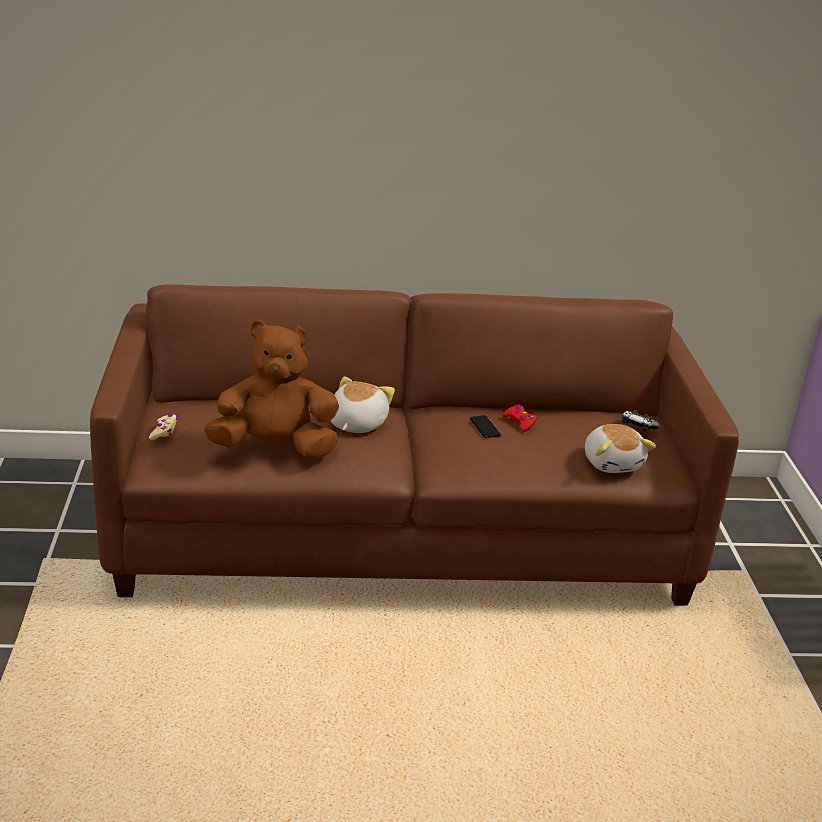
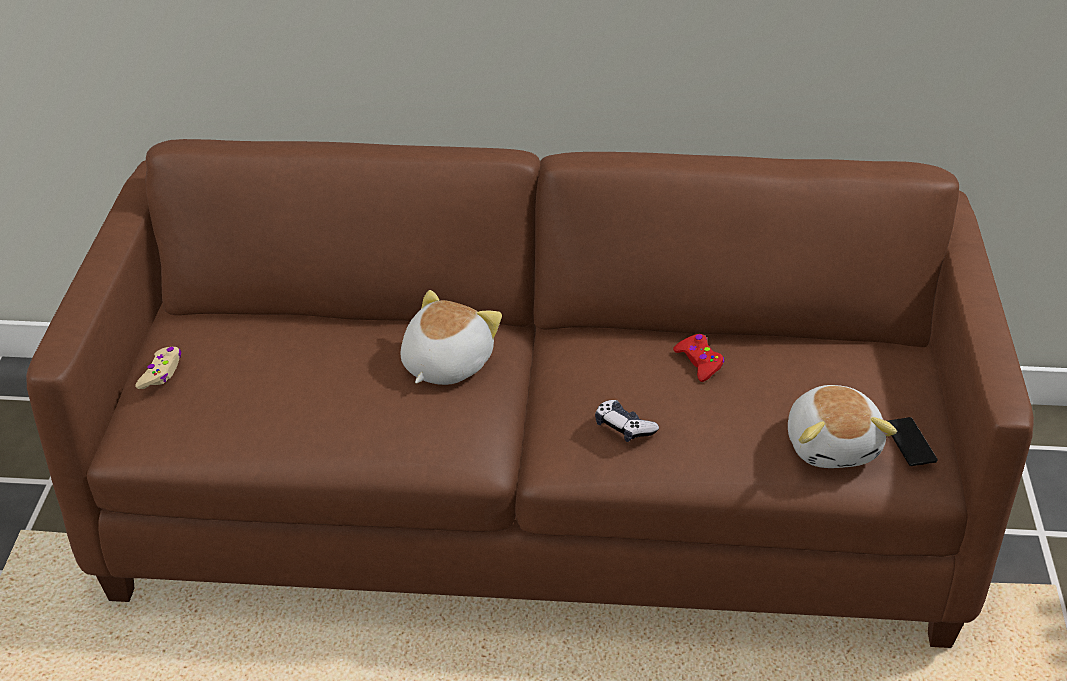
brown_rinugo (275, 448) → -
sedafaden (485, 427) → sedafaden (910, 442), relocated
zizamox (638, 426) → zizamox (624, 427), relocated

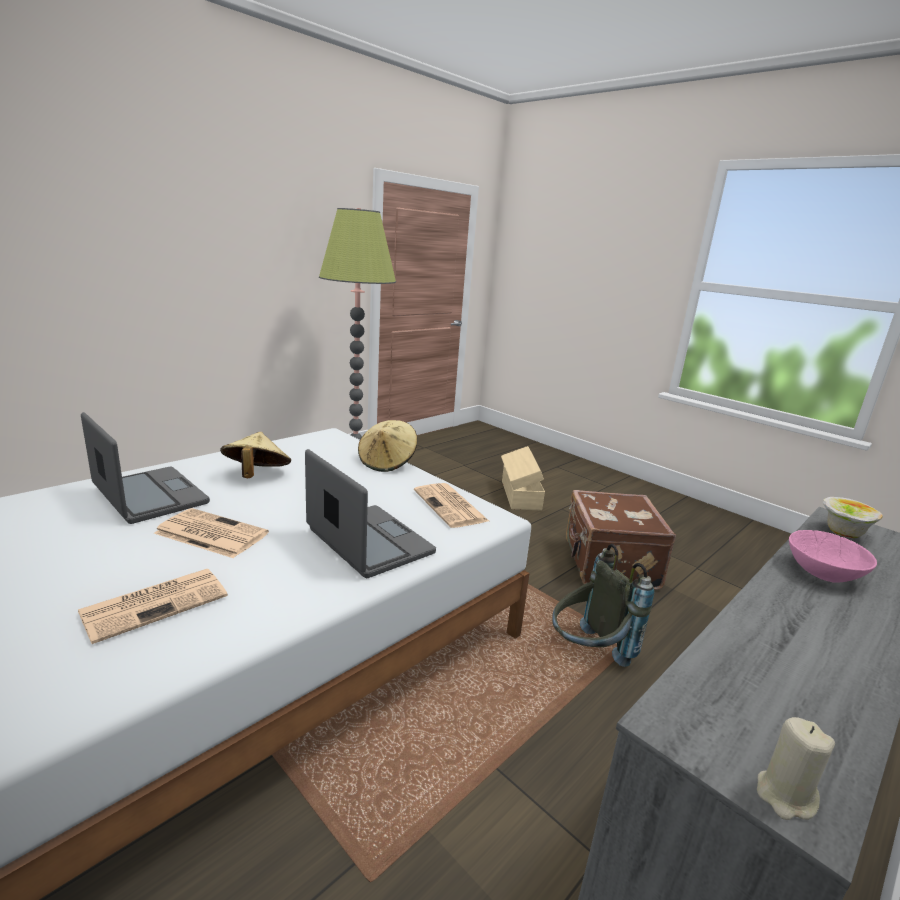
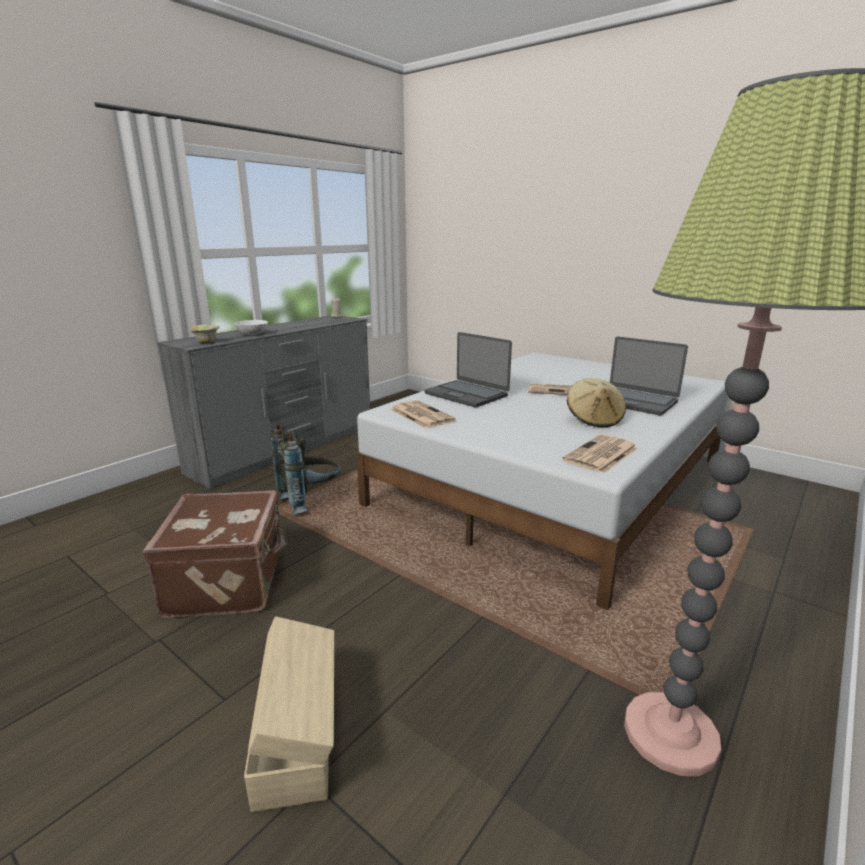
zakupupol (156, 603) → zakupupol (601, 455), relocated
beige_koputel (387, 462) → -
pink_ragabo (824, 572) → white_ragabo (252, 334)

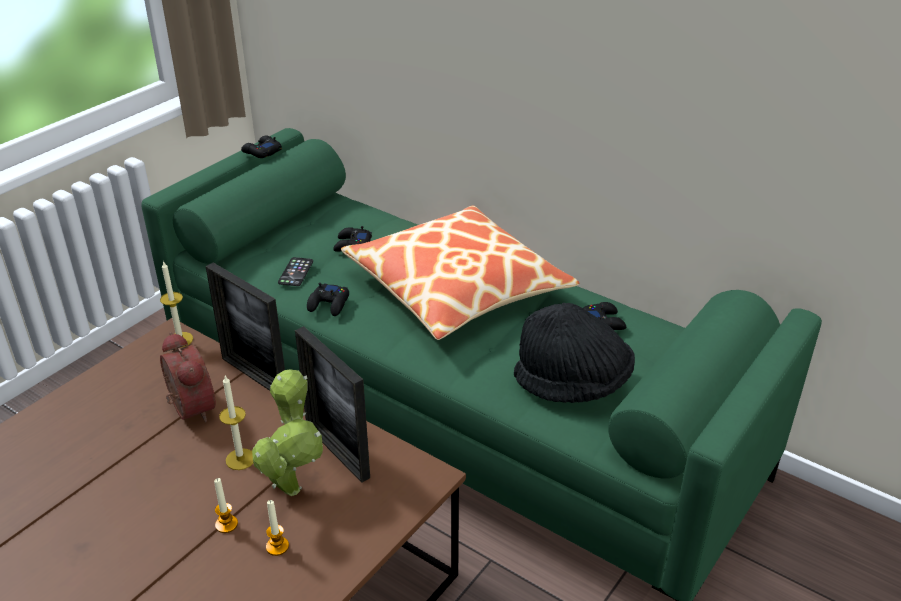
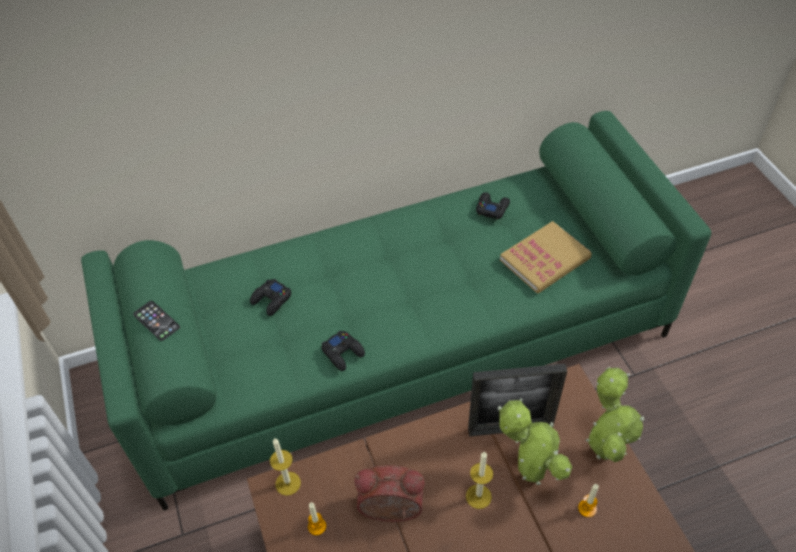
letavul (254, 375) → -
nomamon (226, 524) → nomamon (317, 526), relocated
black_zizamox (261, 152) → -
sedafaden (296, 272) → sedafaden (156, 321), relocated
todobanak (457, 288) → -
black_koputel (572, 384) → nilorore (545, 259)
- → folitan (603, 449)

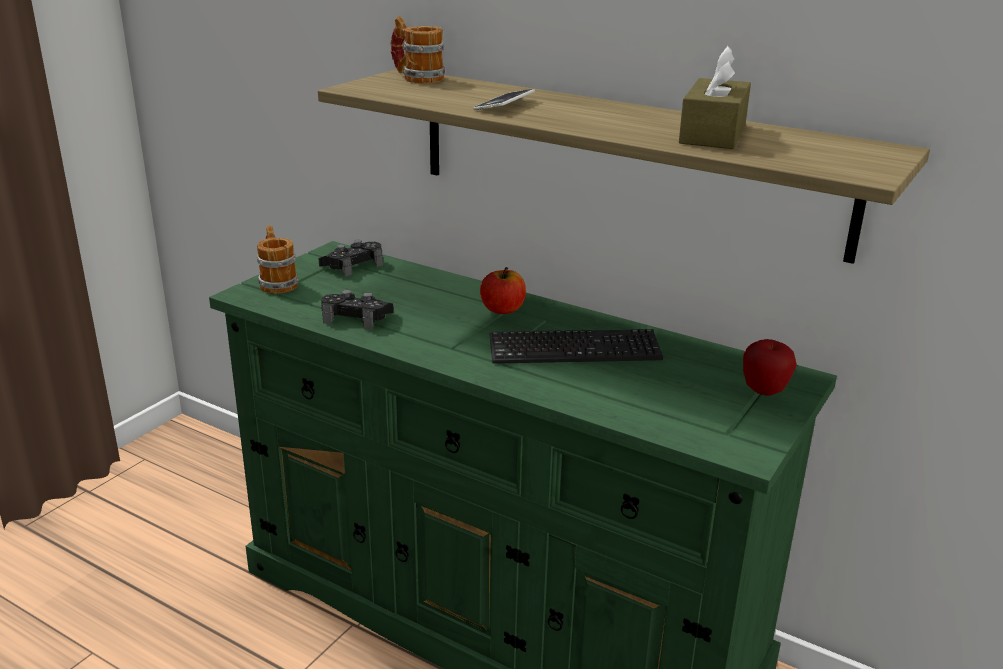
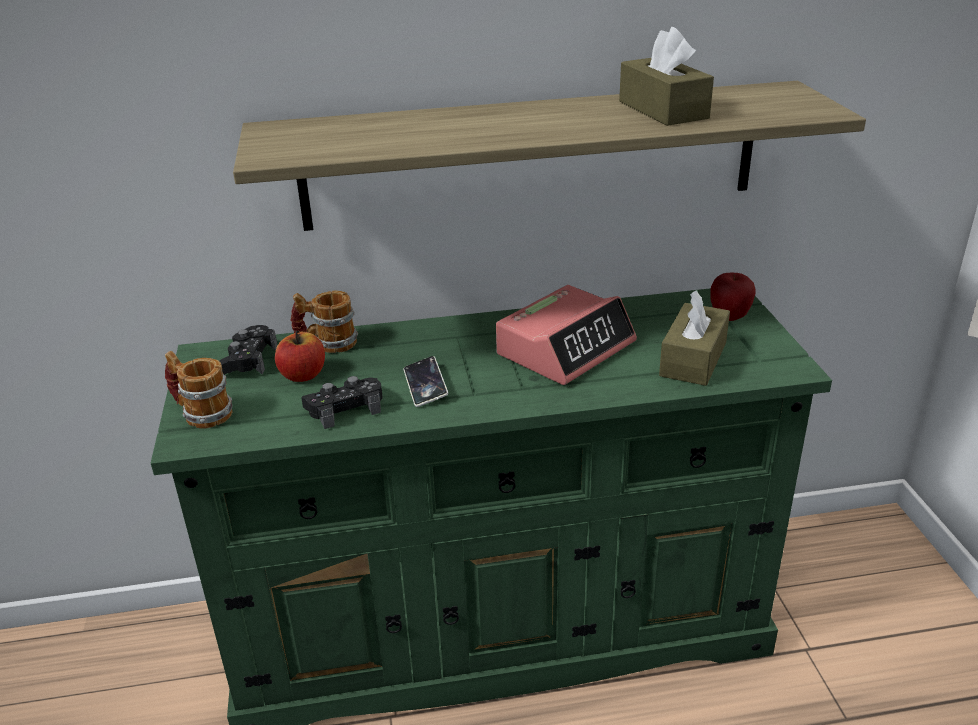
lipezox (417, 78) → lipezox (327, 343), relocated
sedafaden (504, 105) → sedafaden (425, 385), relocated
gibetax (502, 309) → gibetax (303, 375), relocated
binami (574, 350) → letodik (566, 348)
- → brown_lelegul (693, 359)

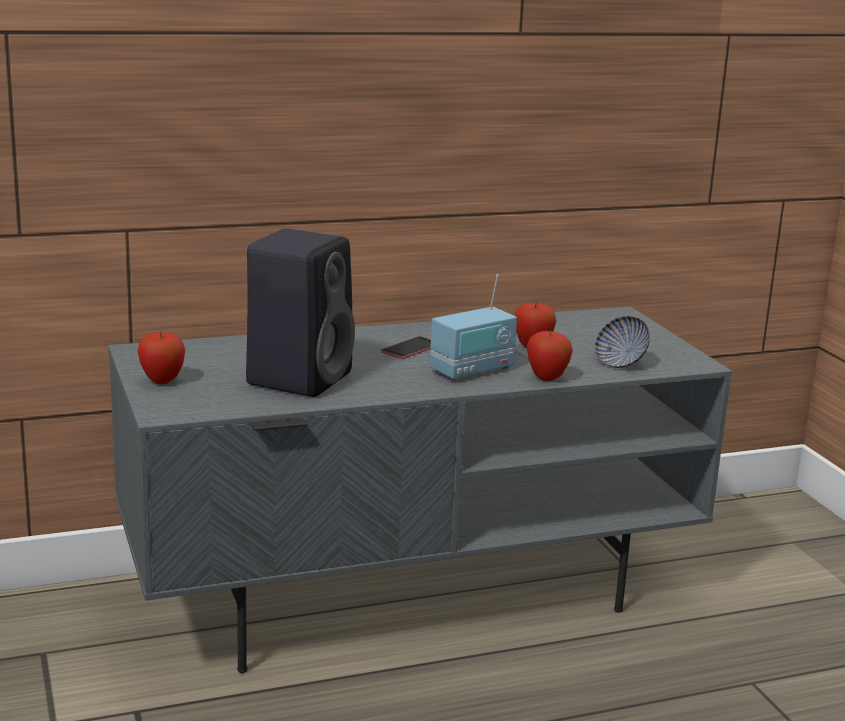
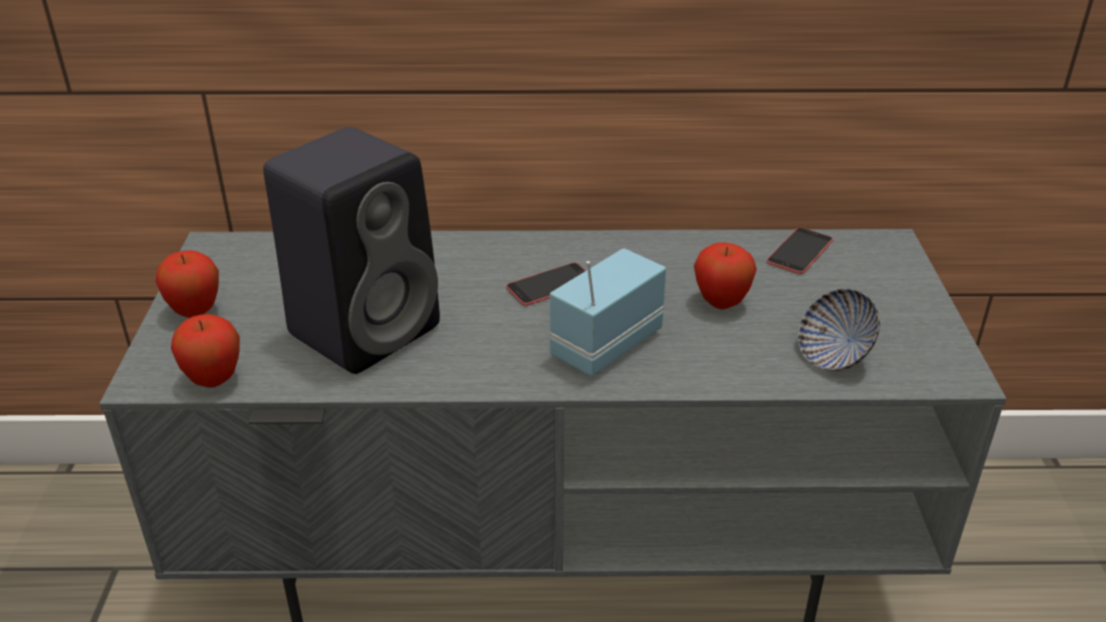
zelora (472, 371) → zelora (605, 345), 150 degrees clockwise
gibetax (547, 378) → gibetax (214, 380), relocated
- → sedafaden (799, 251)

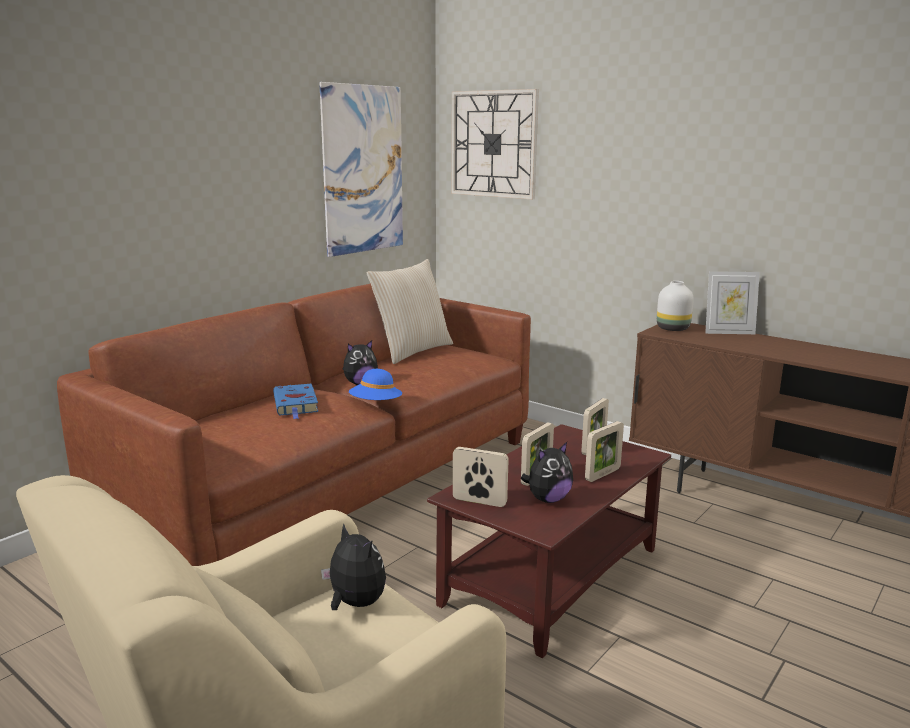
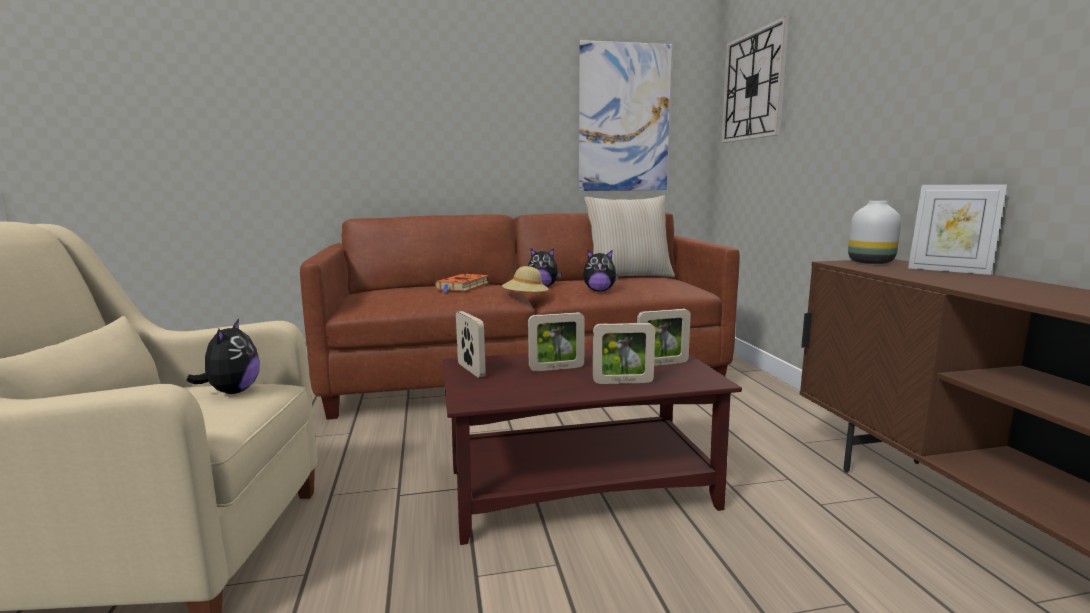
blue_nilorore (296, 404) → orange_nilorore (462, 286)
blue_koputel (376, 405) → beige_koputel (525, 299)
rinugo (547, 499) → rinugo (599, 291), relocated

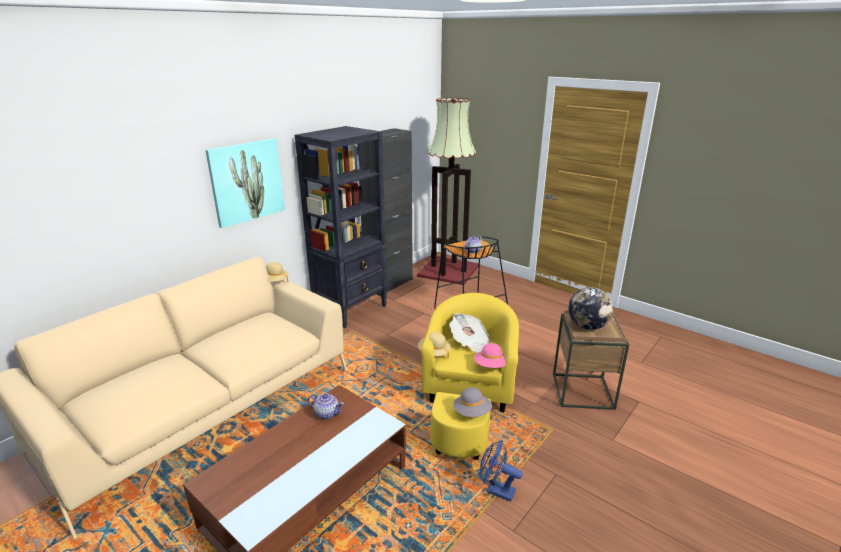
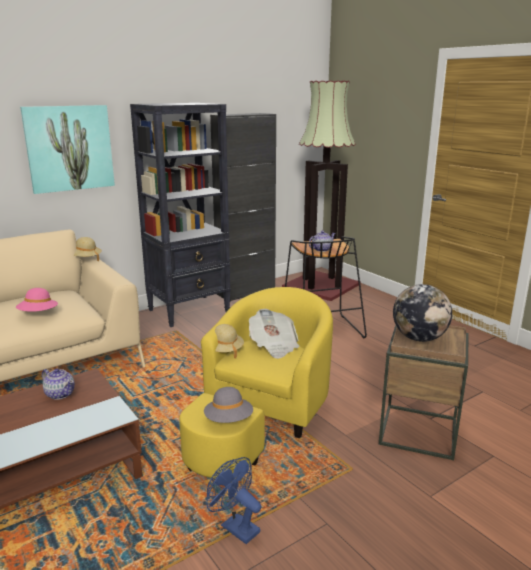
pink_koputel (491, 366) → pink_koputel (38, 314), relocated

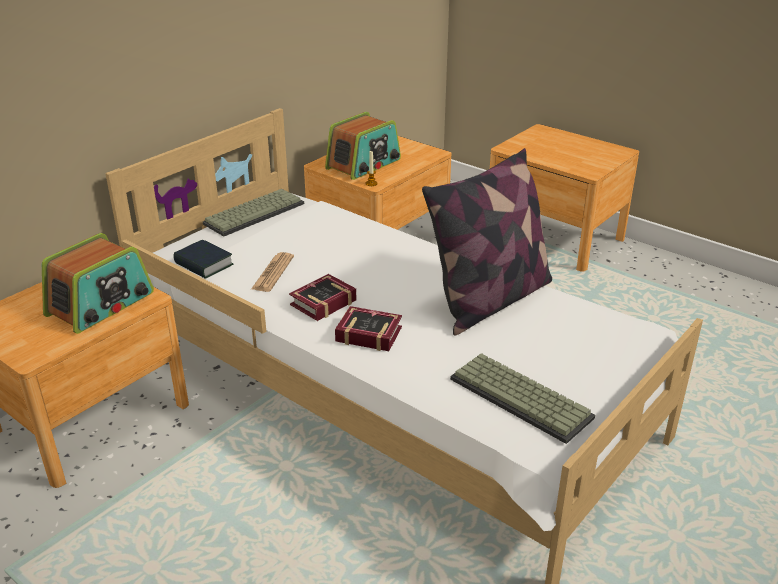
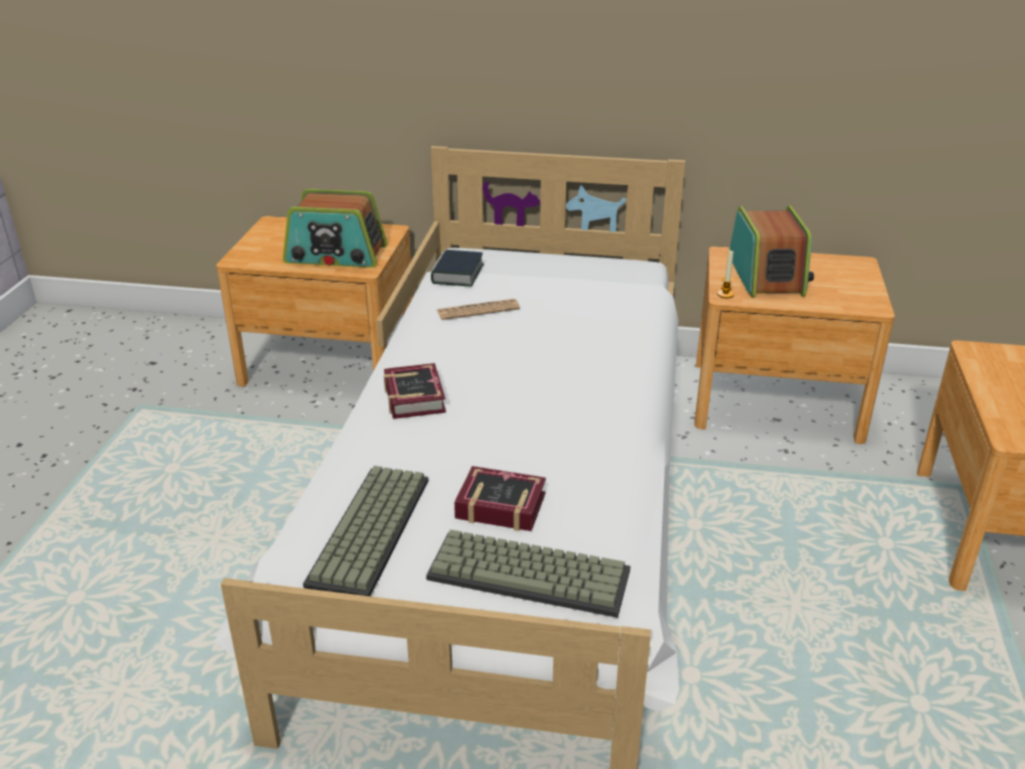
binami (254, 213) → binami (531, 573), relocated
nilorore (320, 303) → nilorore (497, 504), relocated
zelora (364, 164) → zelora (767, 275), 105 degrees counterclockwise
todobanak (490, 300) → -

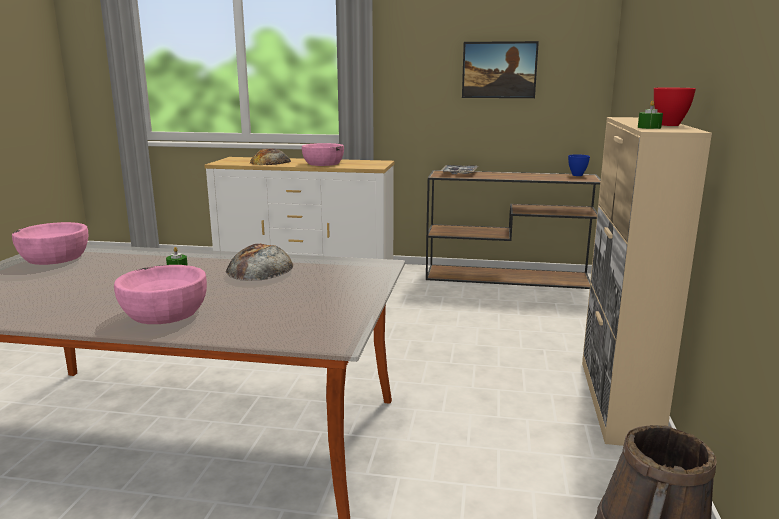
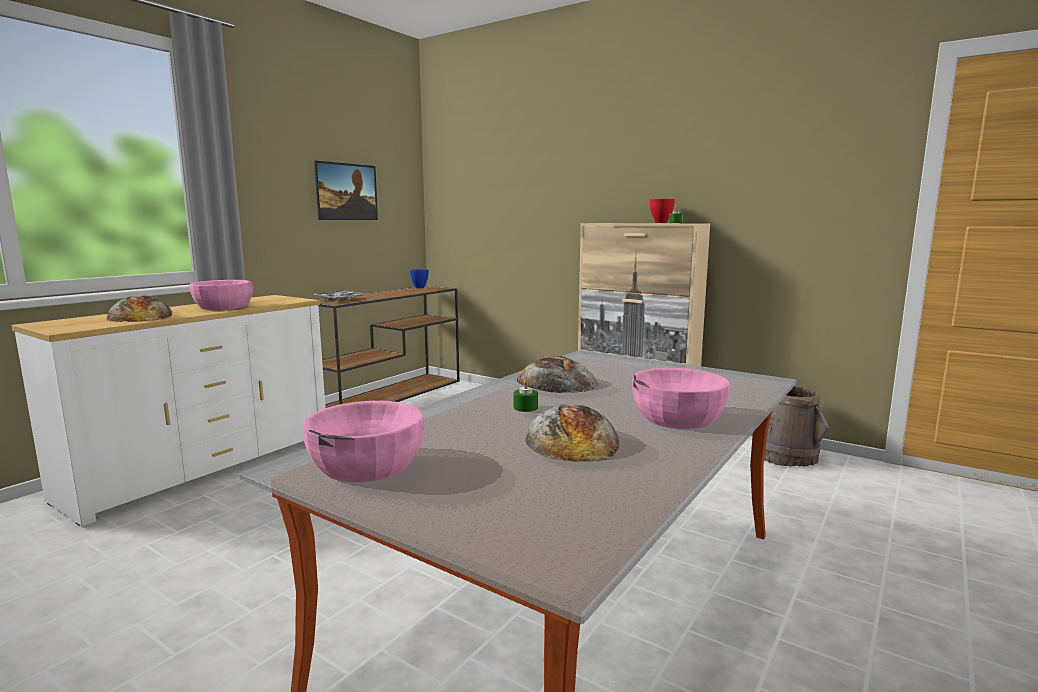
- → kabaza (572, 439)

